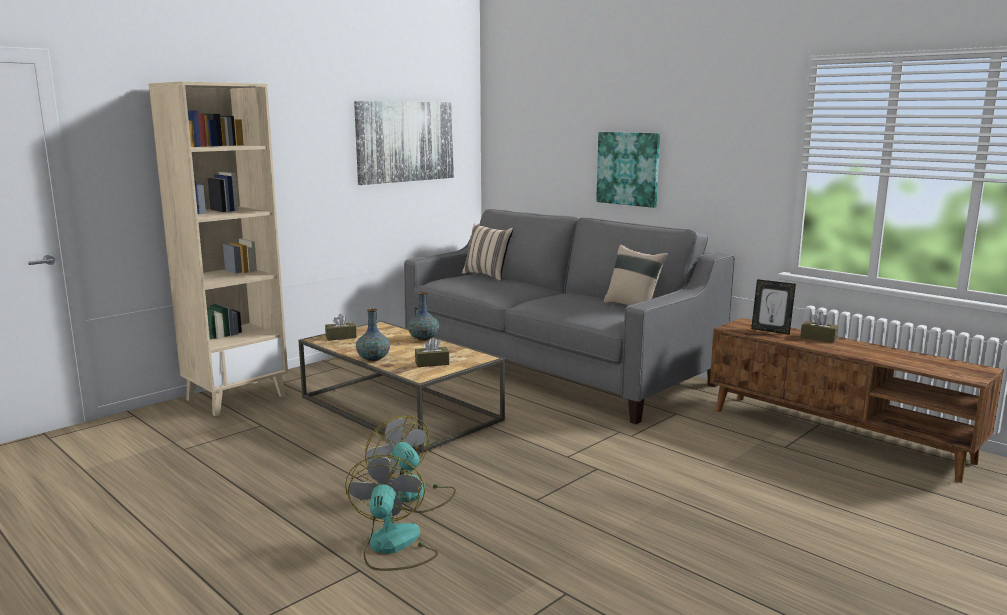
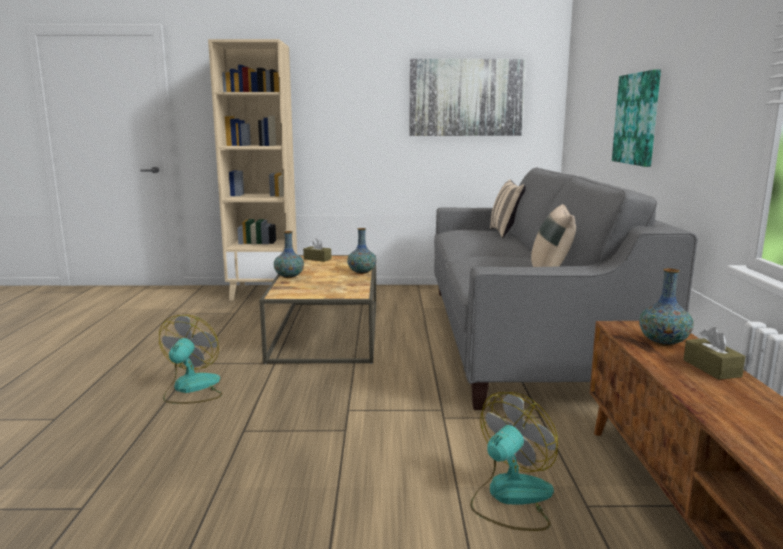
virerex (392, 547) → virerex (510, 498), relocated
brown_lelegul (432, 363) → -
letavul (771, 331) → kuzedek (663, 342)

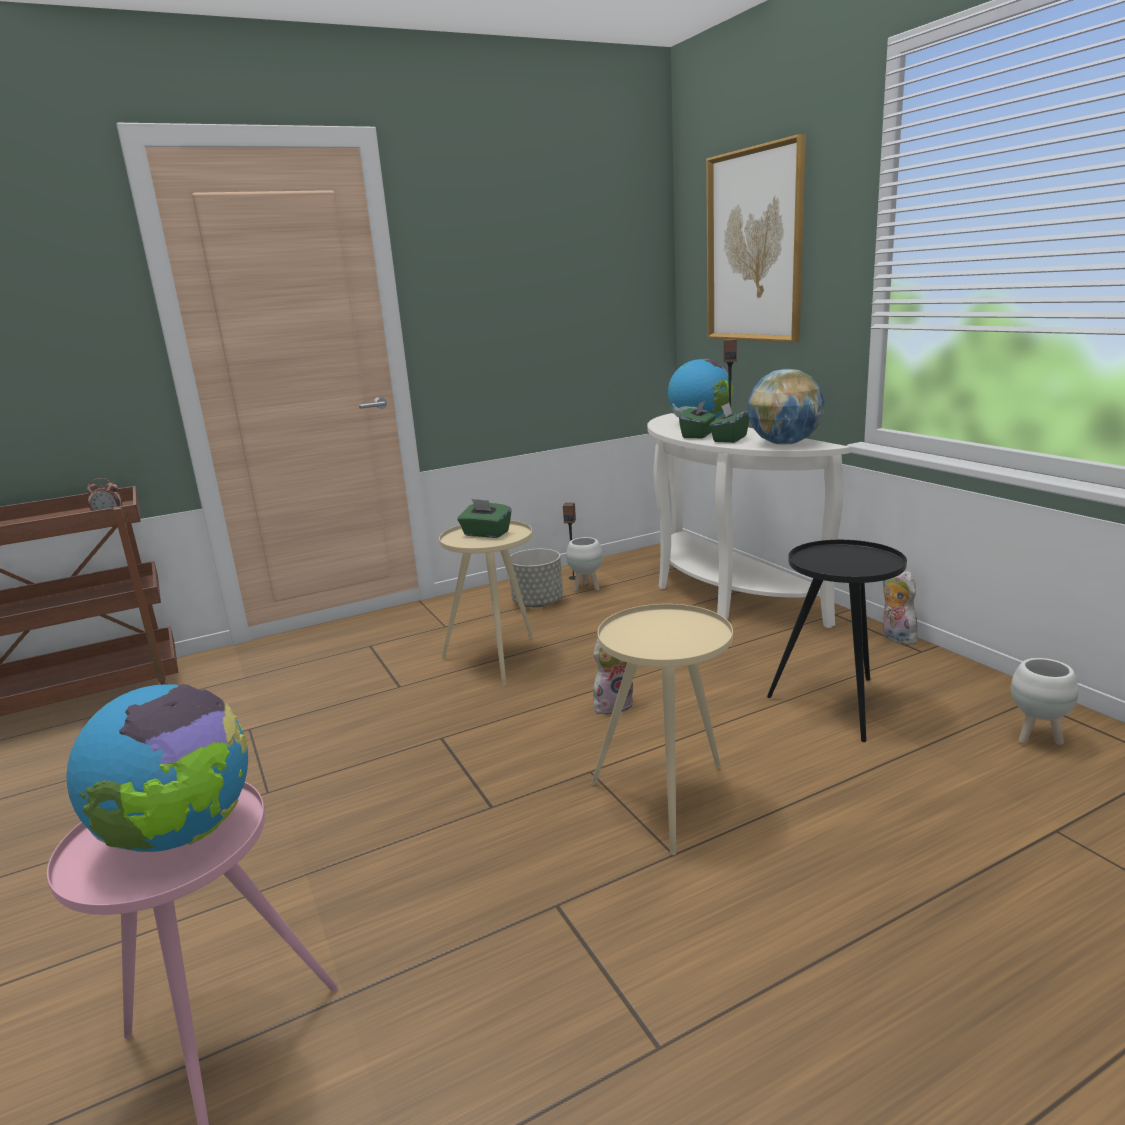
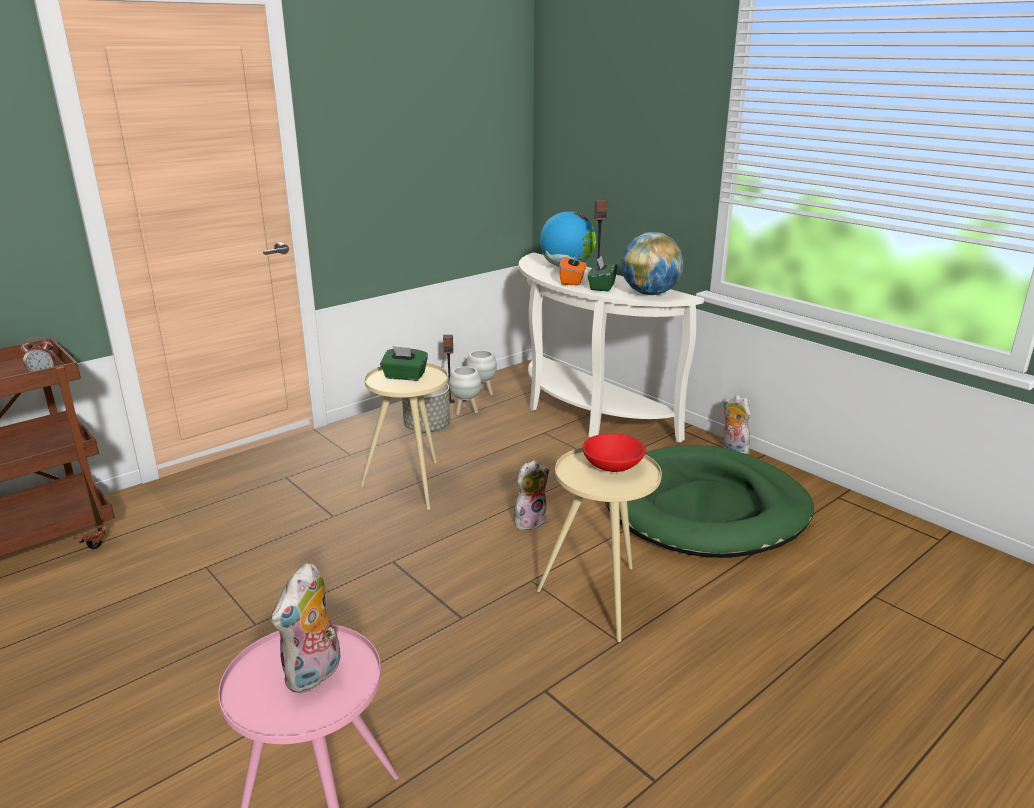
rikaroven (180, 835) → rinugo (314, 675)
green_lelegul (698, 435) → orange_lelegul (572, 281)
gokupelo (754, 246) → -
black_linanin (838, 703) → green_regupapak (705, 508)
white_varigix (1037, 738) → white_varigix (482, 393), relocated
- → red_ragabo (612, 466)

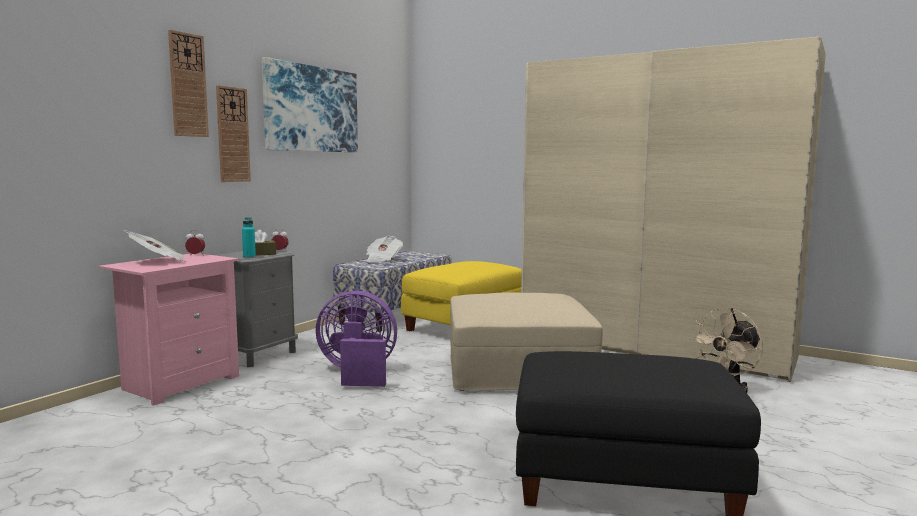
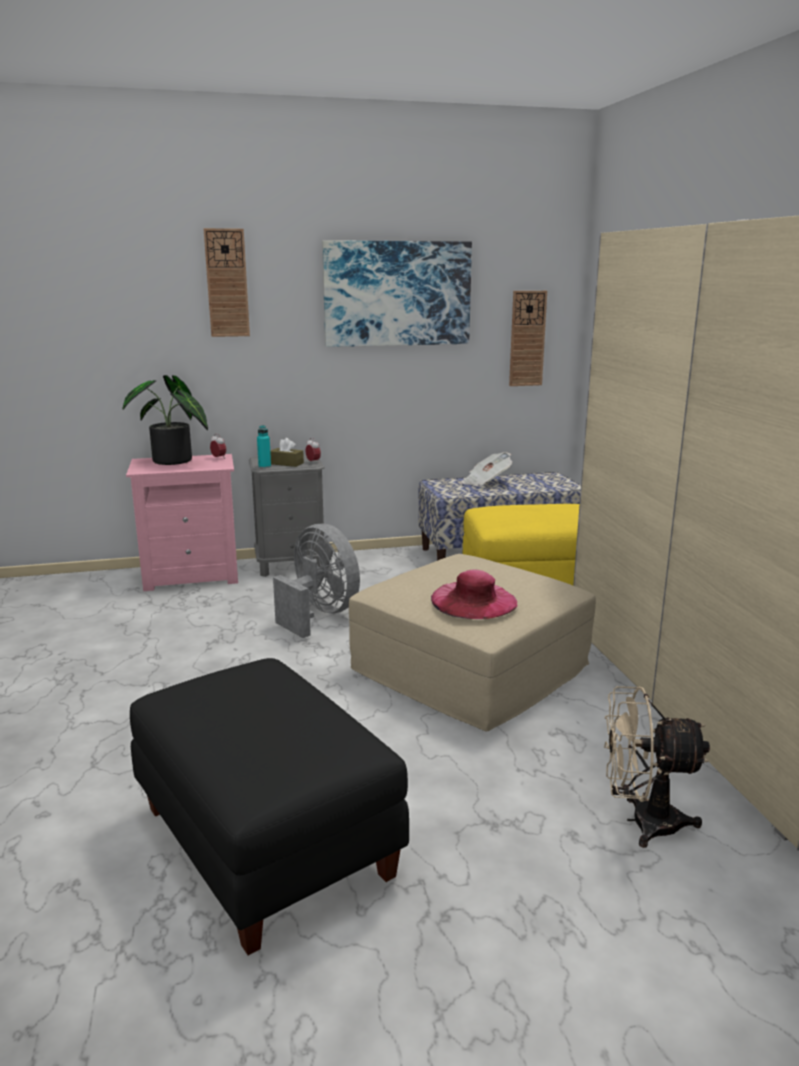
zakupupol (158, 261) → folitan (173, 462)
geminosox (232, 135) → geminosox (527, 338), relocated
purple_virerex (358, 374) → grey_virerex (319, 615)
- → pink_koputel (473, 600)

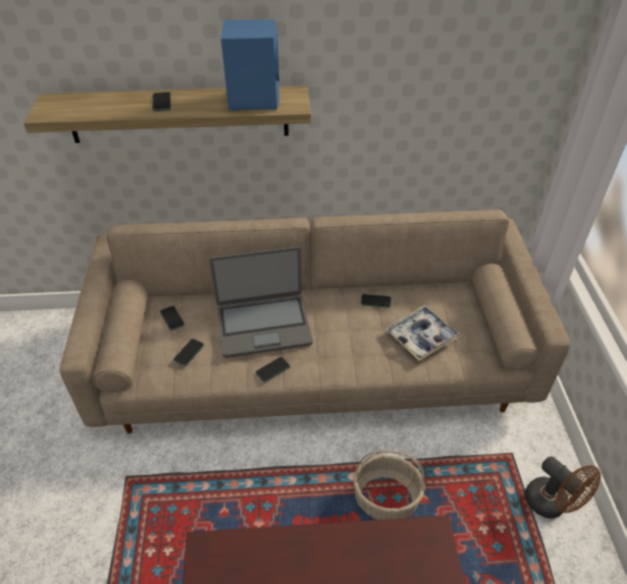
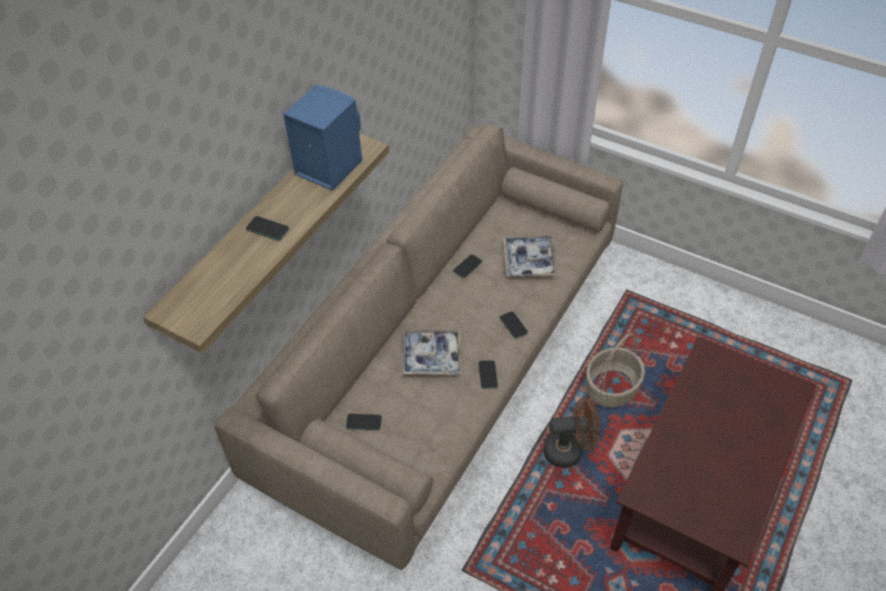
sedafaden (189, 352) → sedafaden (513, 325), relocated
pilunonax (263, 325) → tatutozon (431, 356)
brown_virerex (551, 504) → brown_virerex (569, 450), relocated

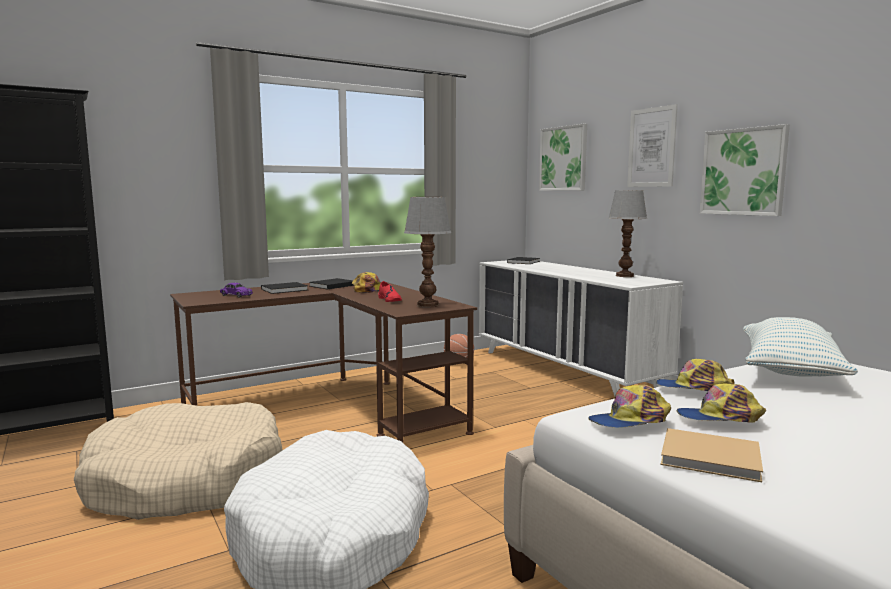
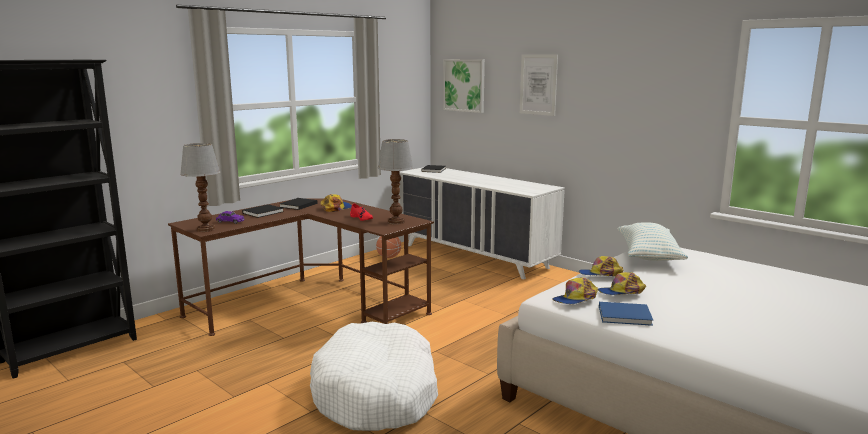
beige_regupapak (187, 482) → -
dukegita (624, 276) → dukegita (205, 229), relocated
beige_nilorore (713, 458) → blue_nilorore (626, 316)
gokupelo (743, 172) → -

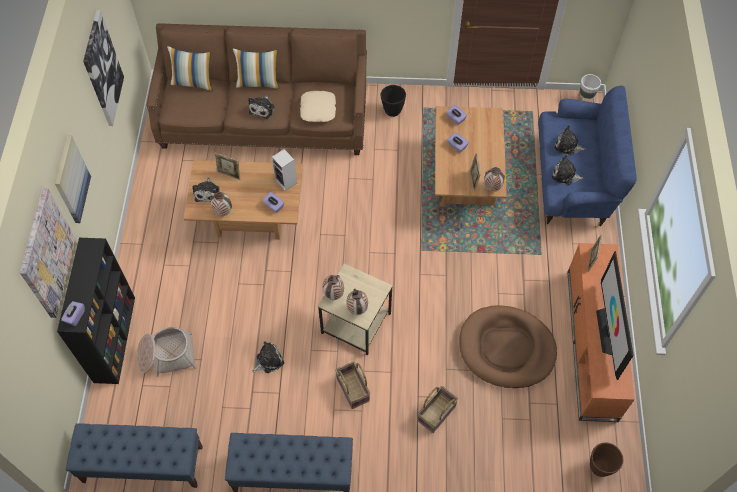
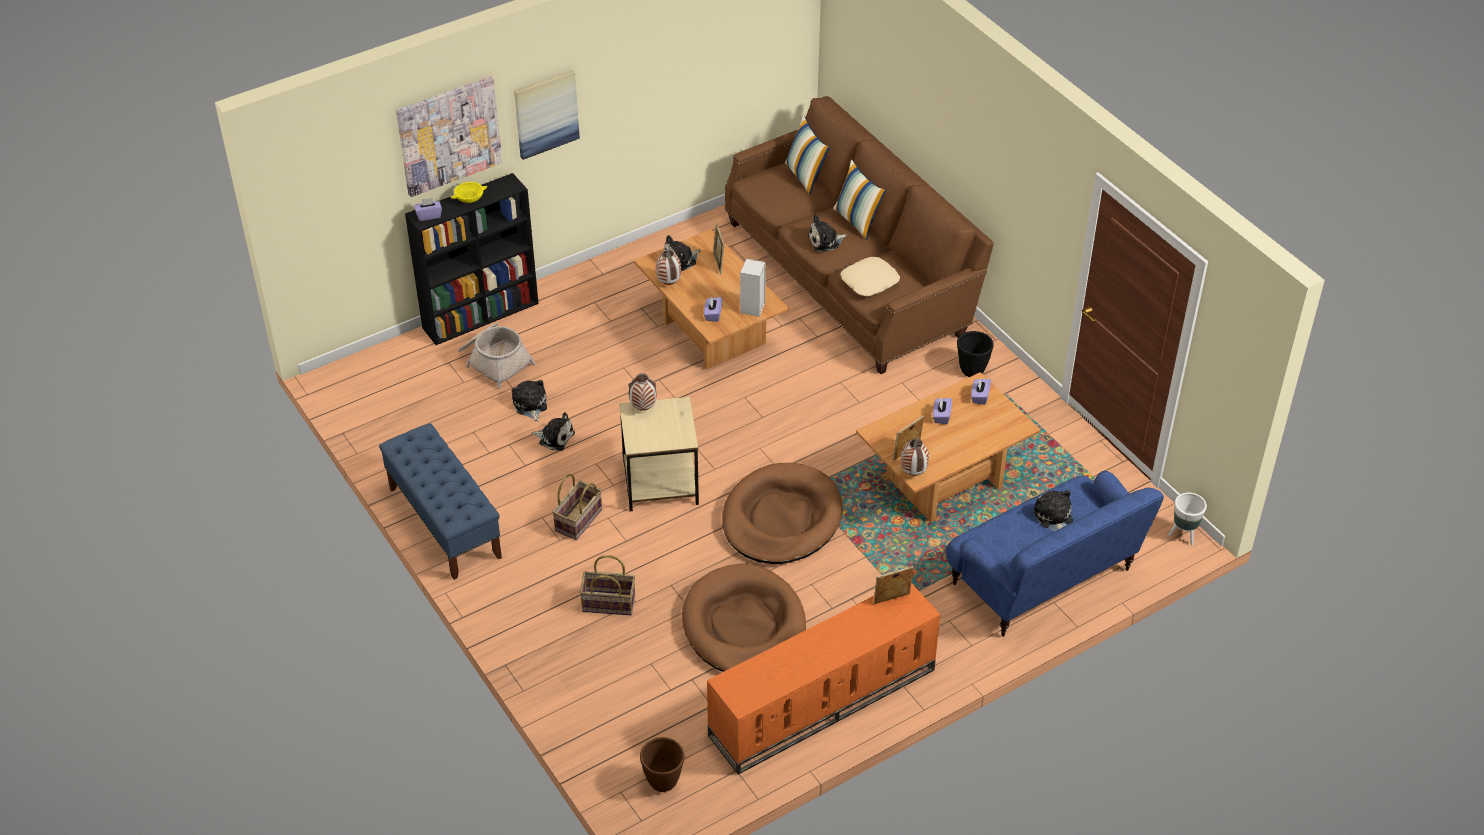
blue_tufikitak (142, 464) → -
gokupelo (102, 69) → -
kuzedek (357, 310) → -
rinugo (565, 175) → rinugo (530, 405), relocated
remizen (609, 331) → -
- → yellow_ragabo (469, 198)
- → brown_regupapak (781, 518)

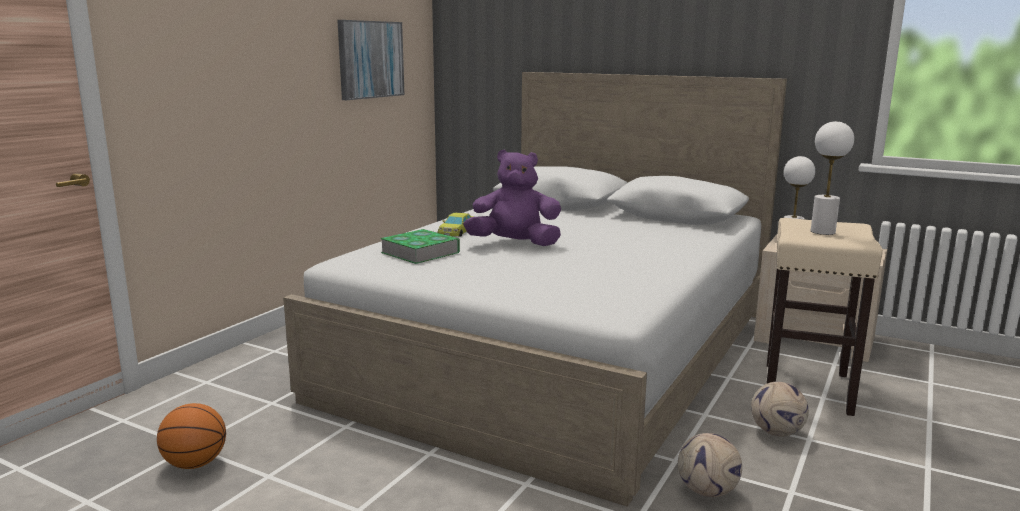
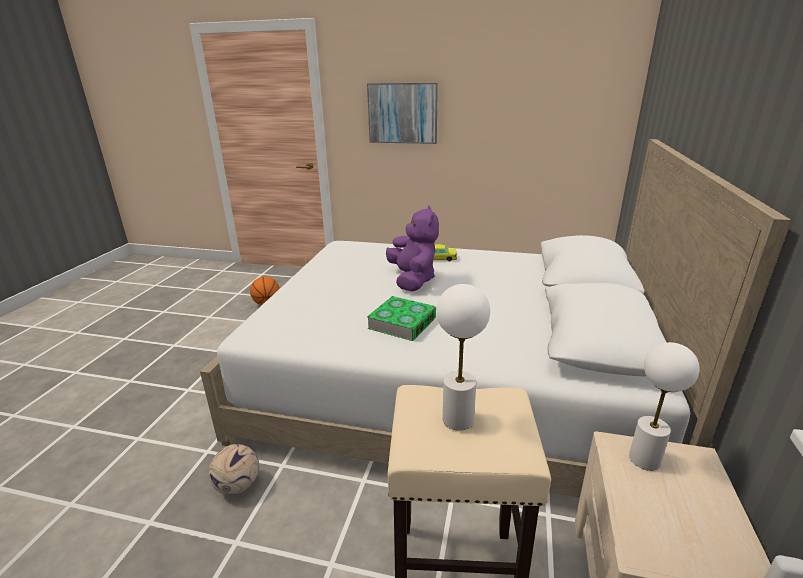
gokupelo (370, 59) → gokupelo (402, 113), relocated
nilorore (420, 252) → nilorore (402, 323), relocated
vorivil (776, 433) → -

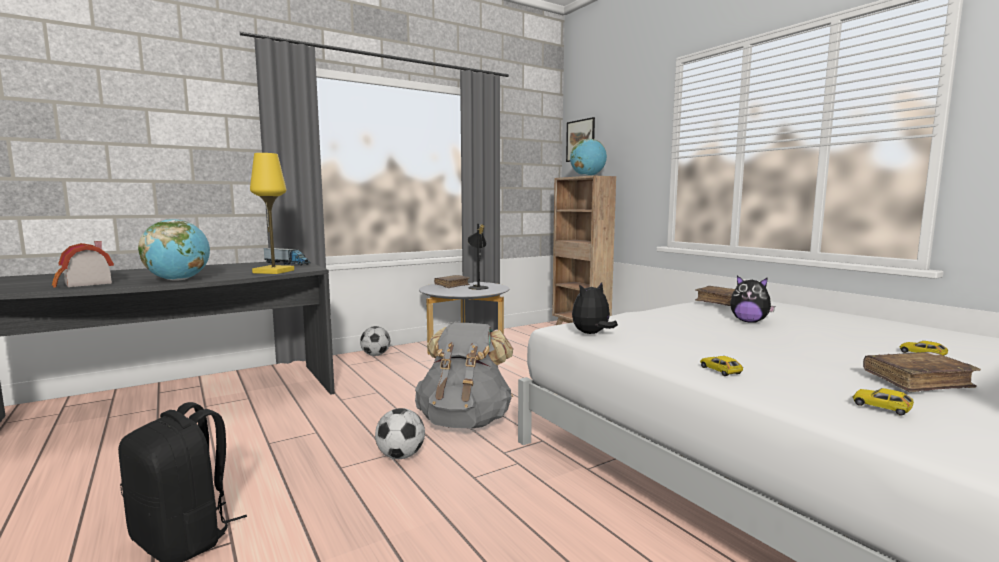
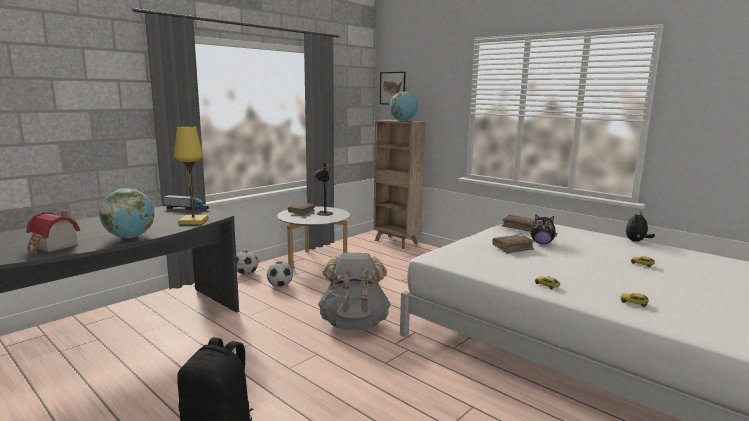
vorivil (400, 456) → vorivil (280, 286), relocated
rinugo (592, 334) → rinugo (636, 241), relocated
brown_nilorore (917, 381) → brown_nilorore (513, 248), relocated

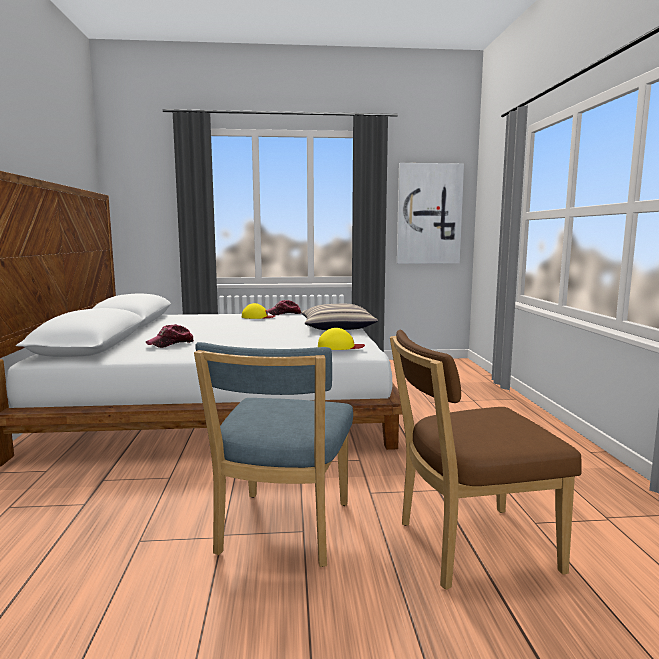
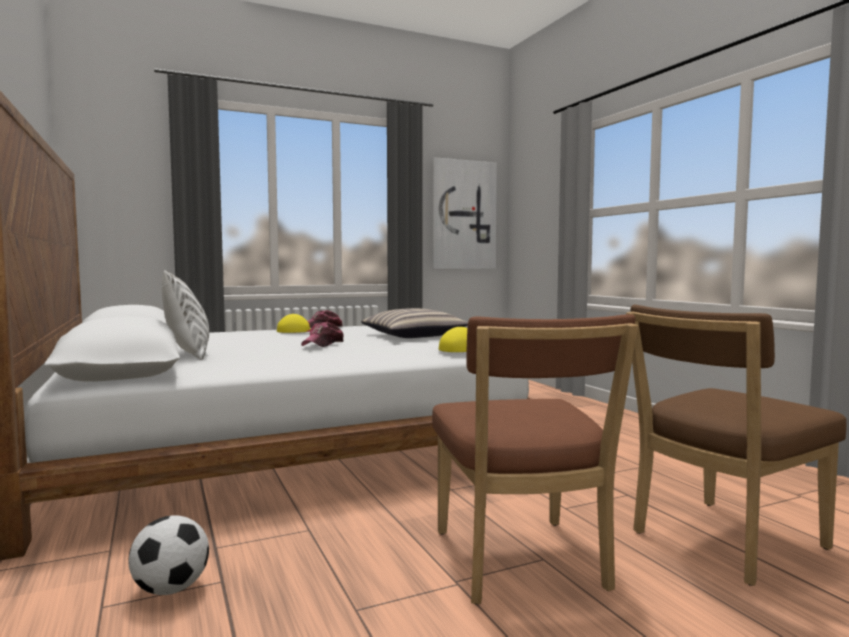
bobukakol (171, 343) → bobukakol (323, 344), relocated
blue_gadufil (282, 532) → brown_gadufil (521, 564)
- → vorivil (171, 589)
- → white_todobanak (187, 354)

